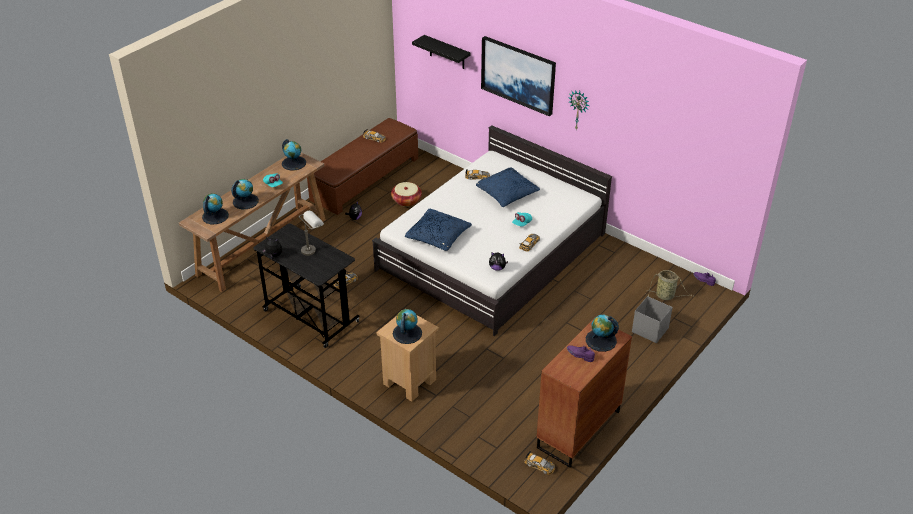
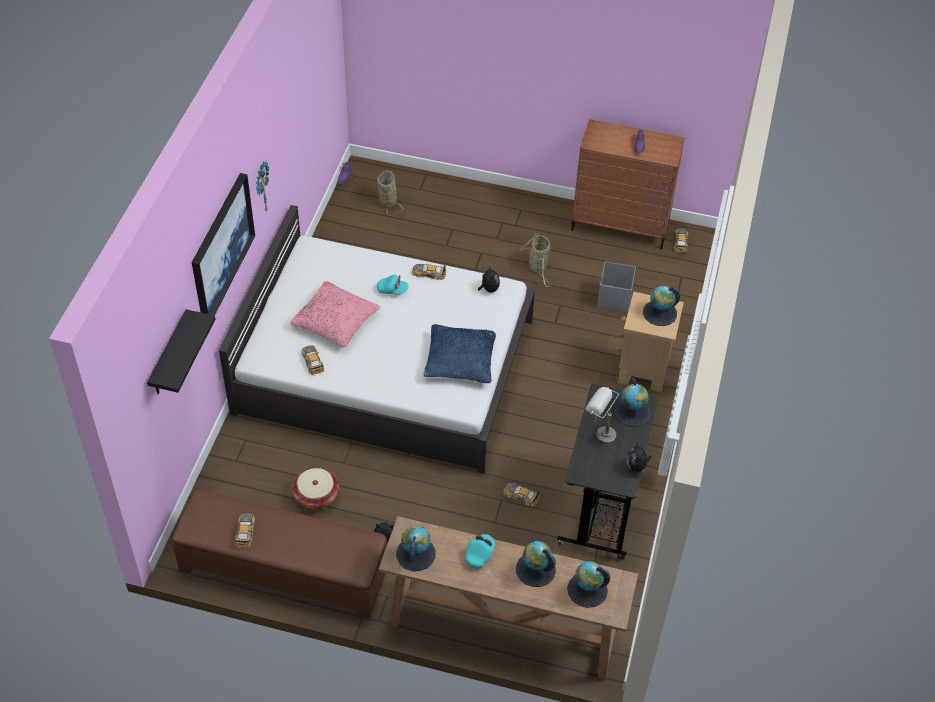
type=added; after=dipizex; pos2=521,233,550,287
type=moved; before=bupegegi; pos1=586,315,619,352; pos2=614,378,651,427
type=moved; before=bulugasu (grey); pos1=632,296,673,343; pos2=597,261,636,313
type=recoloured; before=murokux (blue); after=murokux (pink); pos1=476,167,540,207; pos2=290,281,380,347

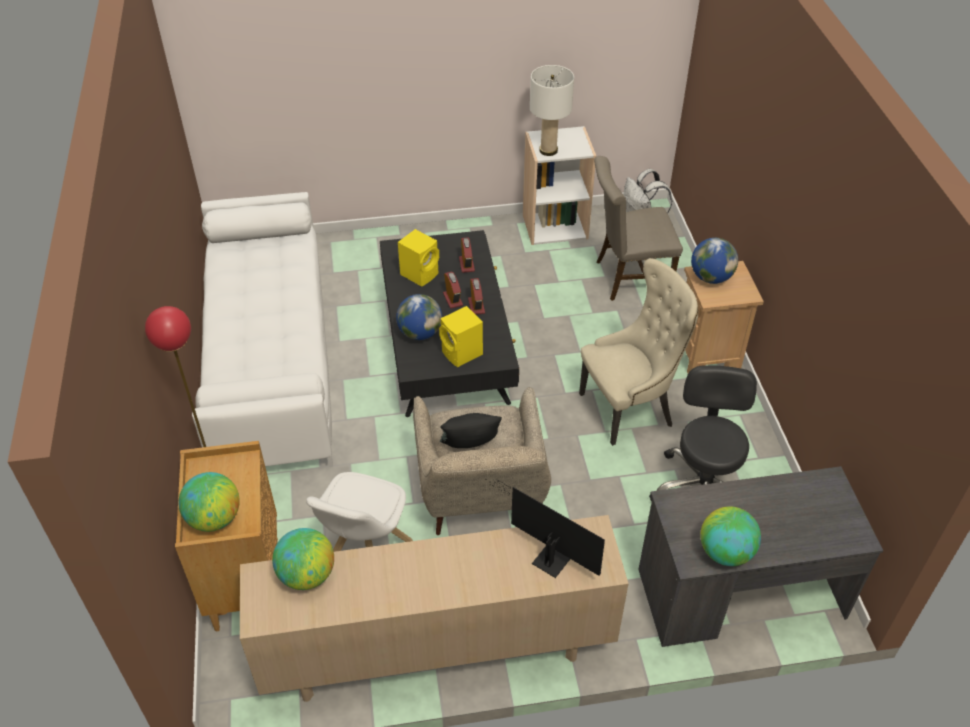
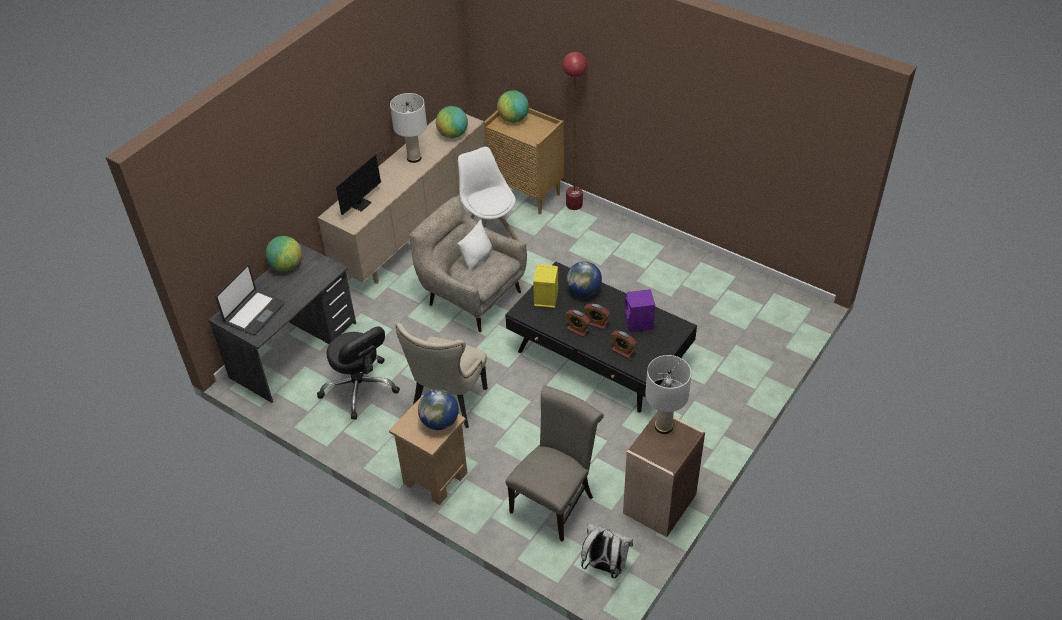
type=removed; before=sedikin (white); pos1=192,192,333,467
type=added; after=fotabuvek; pos2=215,264,285,335
type=added; after=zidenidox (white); pos2=390,93,427,163
type=recoloured; before=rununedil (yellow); after=rununedil (purple); pos1=398,229,439,287; pos2=625,289,655,332
type=recoloured; before=murokux (black); after=murokux (white); pos1=440,413,502,448; pos2=457,220,493,271
type=recoloured; before=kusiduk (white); after=kusiduk (brown); pos1=523,126,596,245; pos2=623,413,705,537
type=turned; before=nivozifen; pos1=487,479,605,578; pos2=336,150,390,215; turn=-45

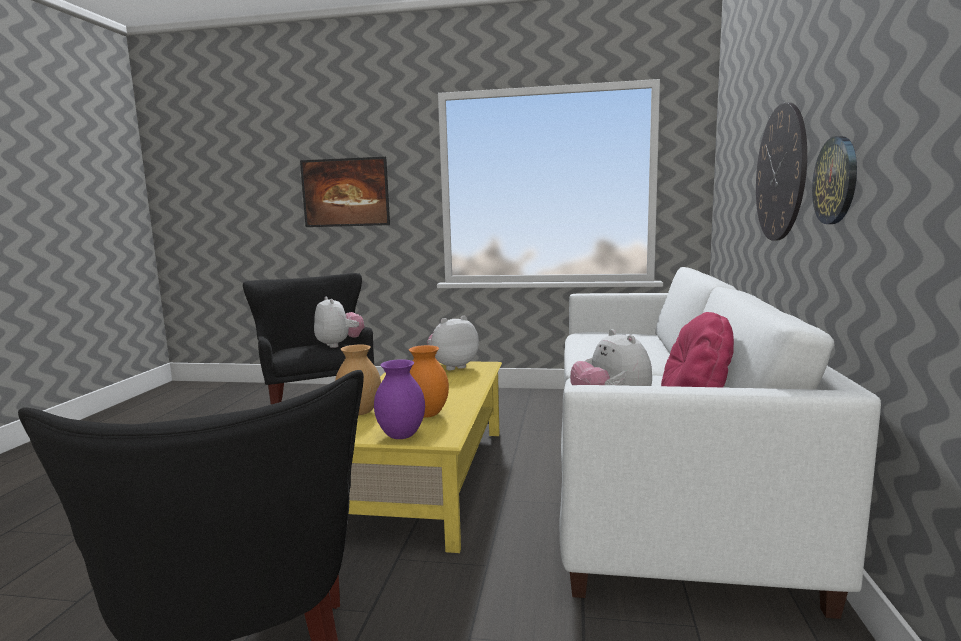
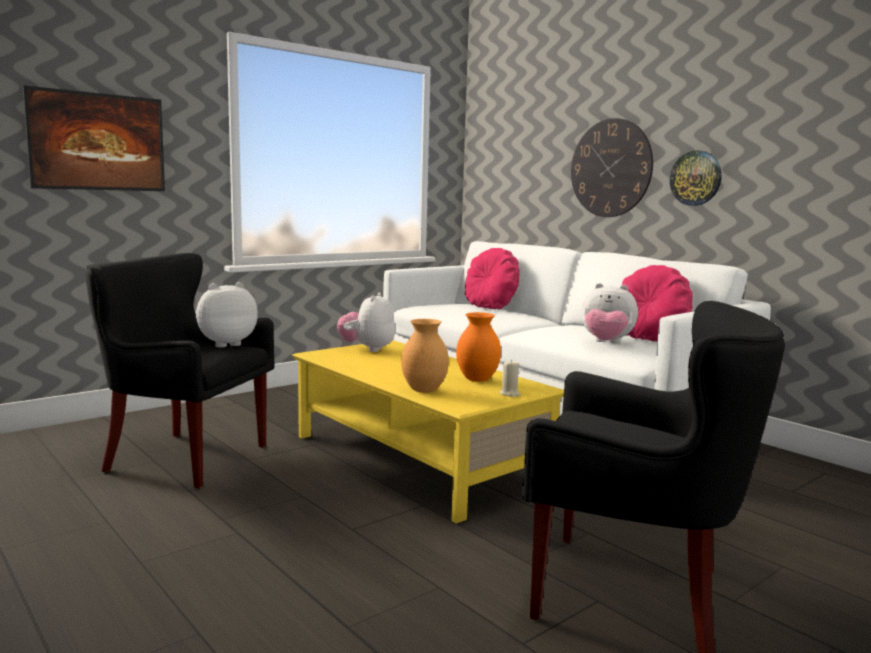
type=added; after=murokux (pink); pos2=465,248,520,309
type=replaced; before=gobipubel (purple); after=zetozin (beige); pos1=374,359,425,439; pos2=500,360,521,397
type=turned; before=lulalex; pos1=314,296,365,348; pos2=195,282,258,348; turn=-45

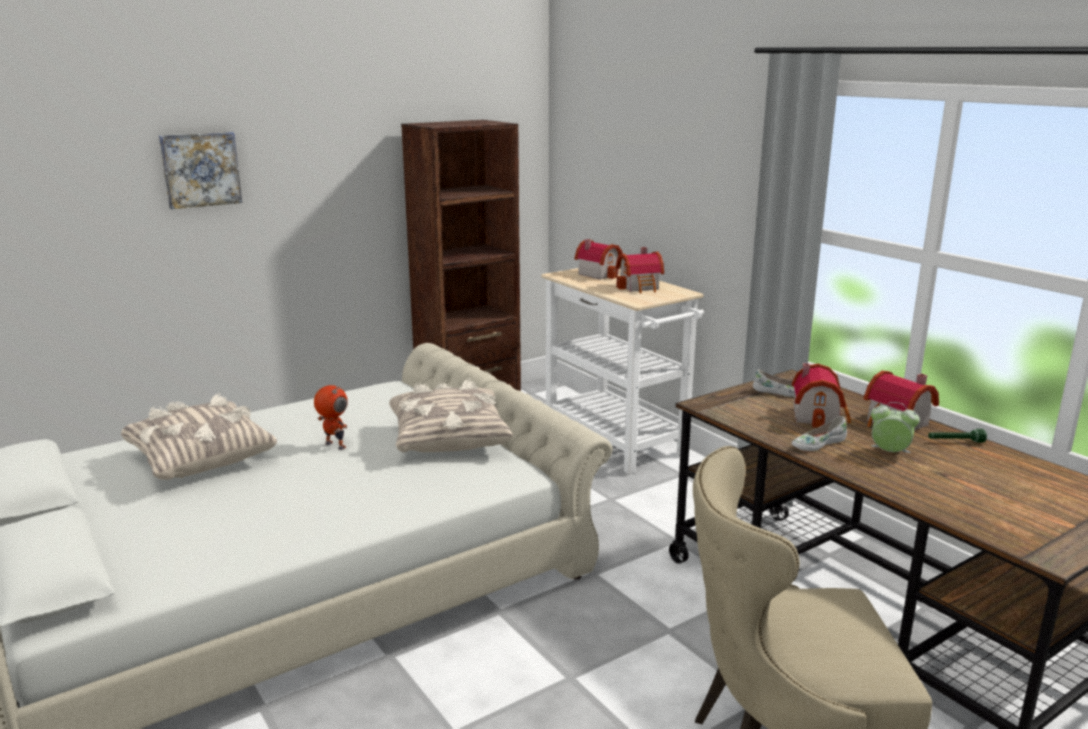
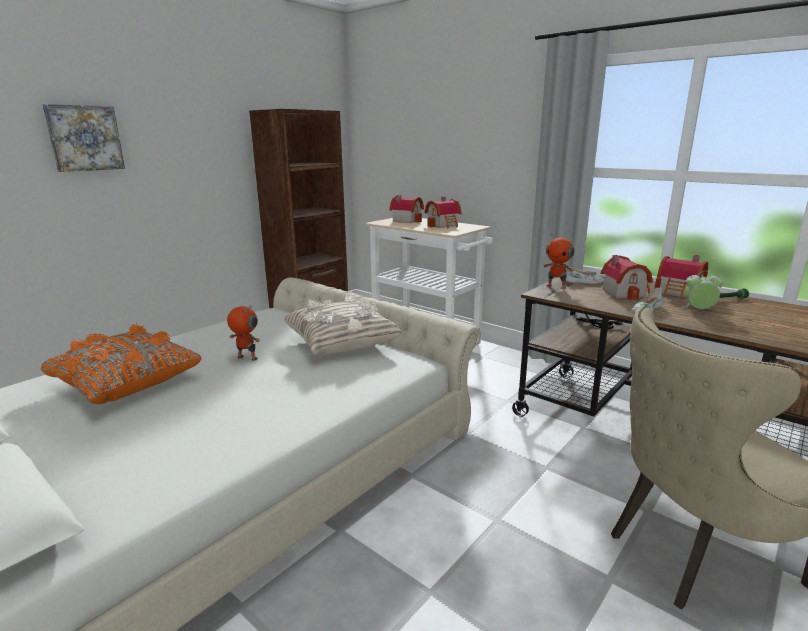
type=added; after=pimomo; pos2=543,233,574,289
type=recoloured; before=murokux (beige); after=murokux (orange); pos1=121,394,277,480; pos2=41,322,201,404

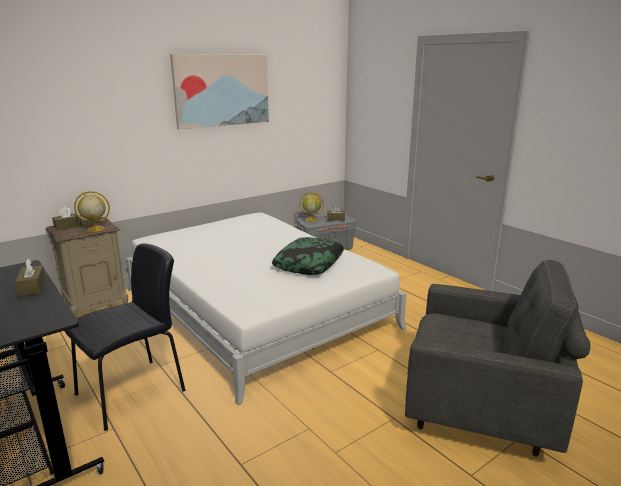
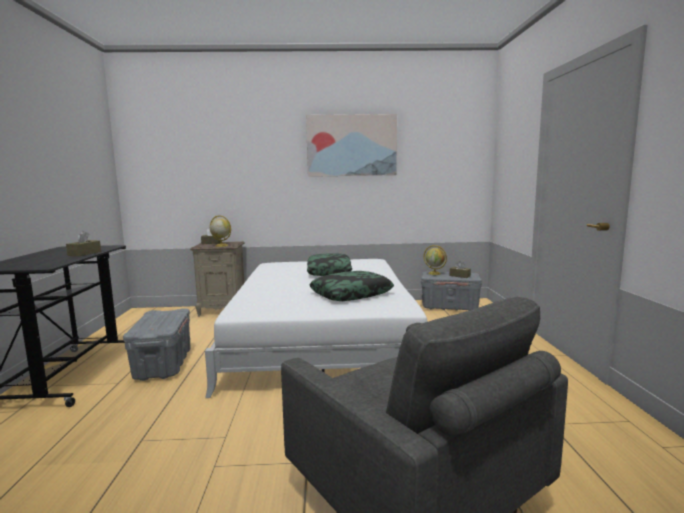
type=added; after=murokux; pos2=307,253,352,276
type=replaced; before=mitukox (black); after=bulugasu (grey); pos1=65,244,186,431; pos2=123,308,191,381

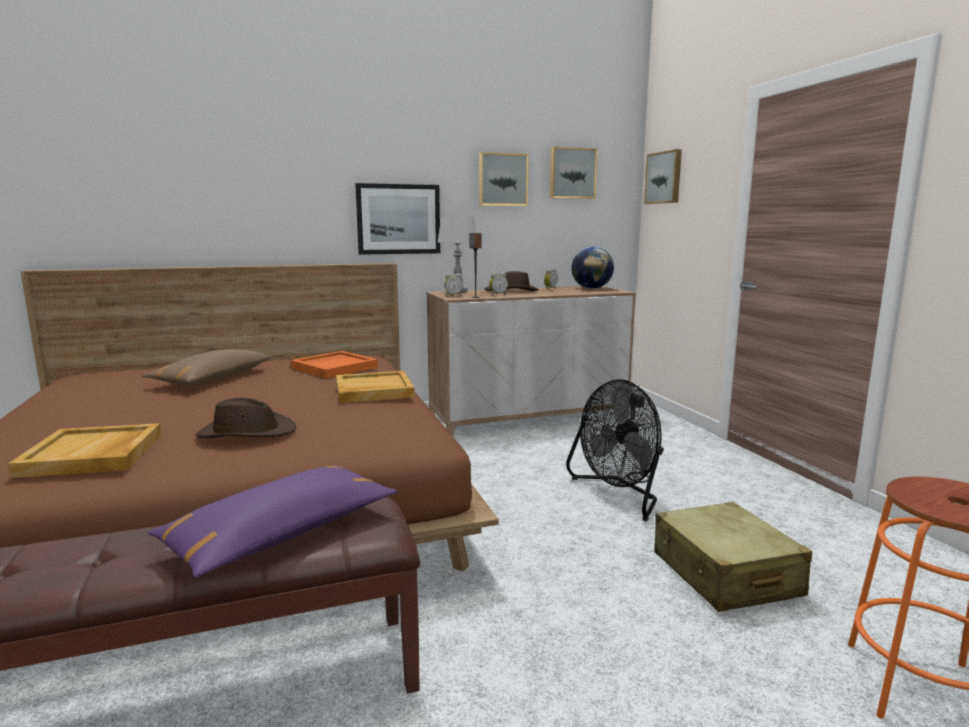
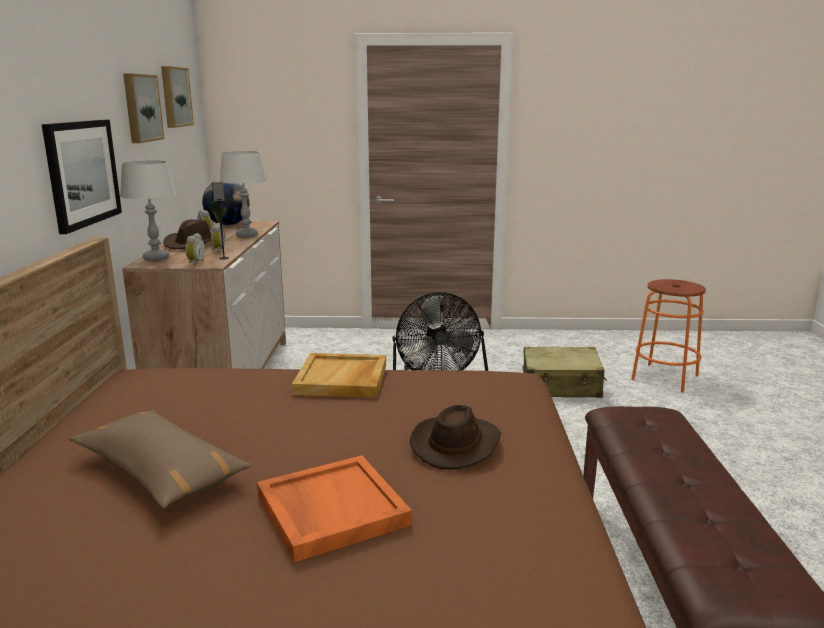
type=removed; before=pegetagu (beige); pos1=8,423,161,478
type=removed; before=murokux (purple); pos1=148,465,397,578
type=removed; before=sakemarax; pos1=644,149,682,204
type=added; after=zidenidox (grey); pos2=219,151,266,237
type=moved; before=pegetagu (orange); pos1=291,351,378,379; pos2=257,455,412,562

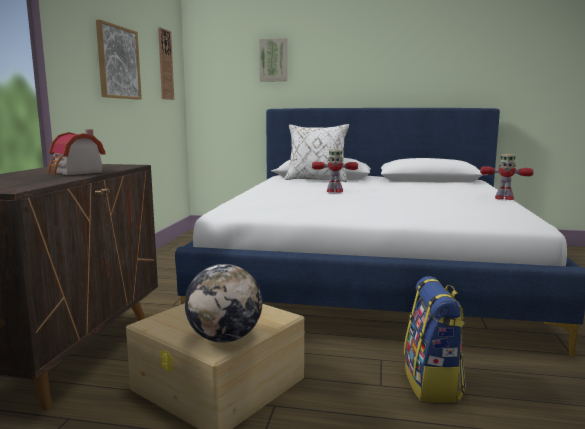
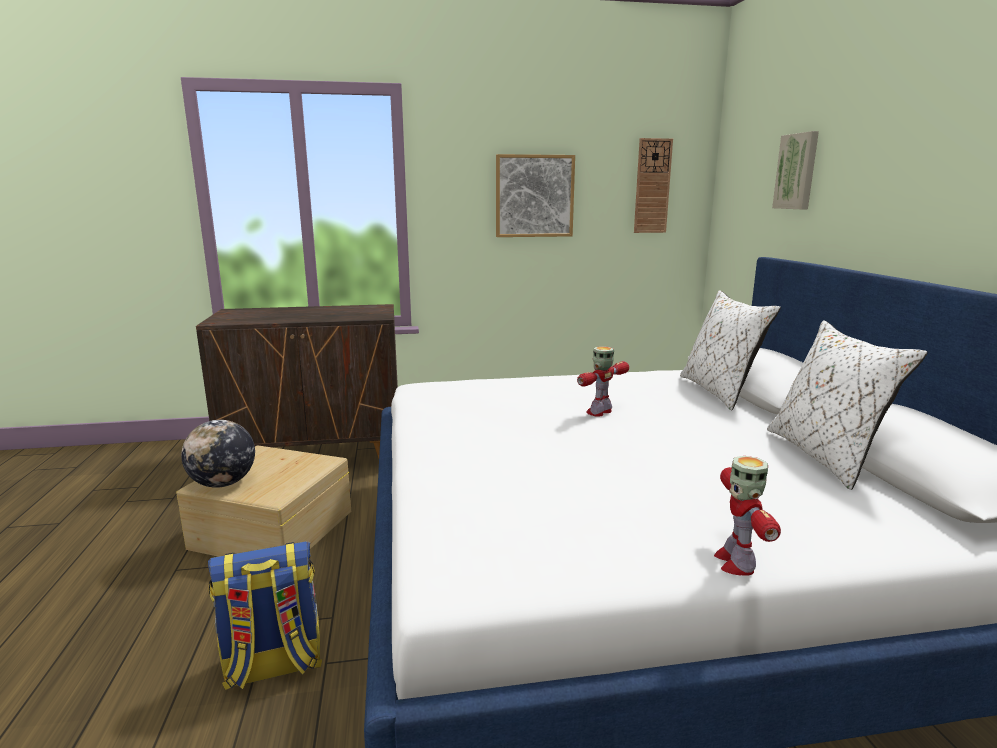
type=removed; before=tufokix; pos1=47,130,105,175
type=added; after=murokux (white); pos2=767,320,928,490
type=turned; before=pimomo; pos1=312,150,358,193; pos2=577,346,629,417; turn=60

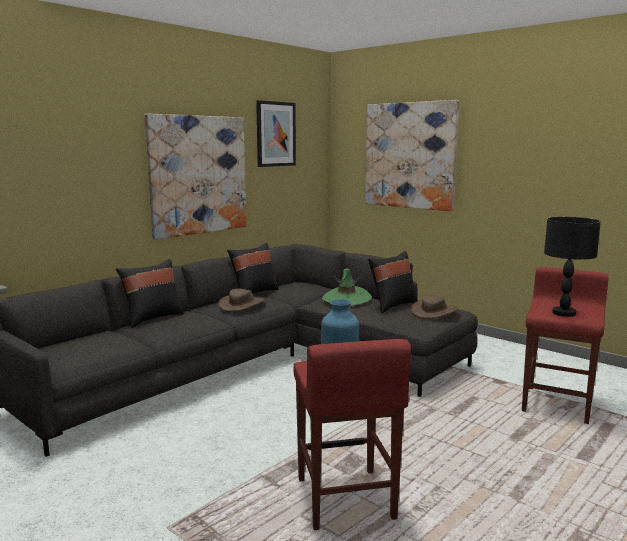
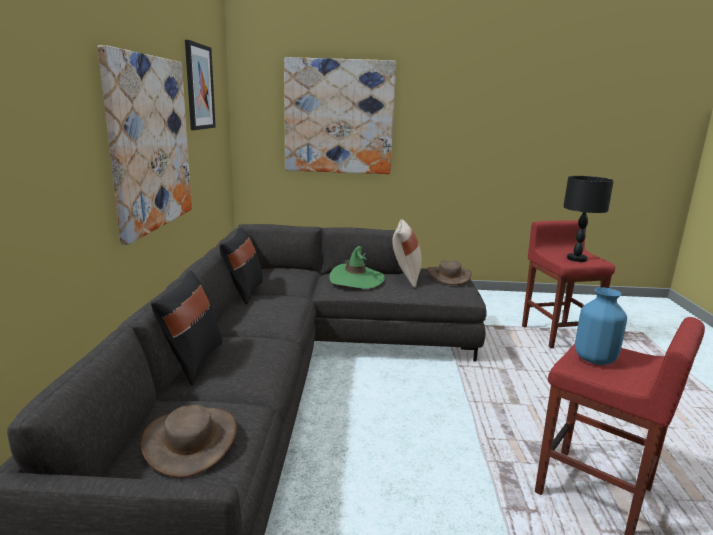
type=moved; before=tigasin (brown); pos1=218,289,265,312; pos2=141,405,237,478
type=recoloured; before=murokux (black); after=murokux (beige); pos1=368,251,418,313; pos2=392,219,422,288

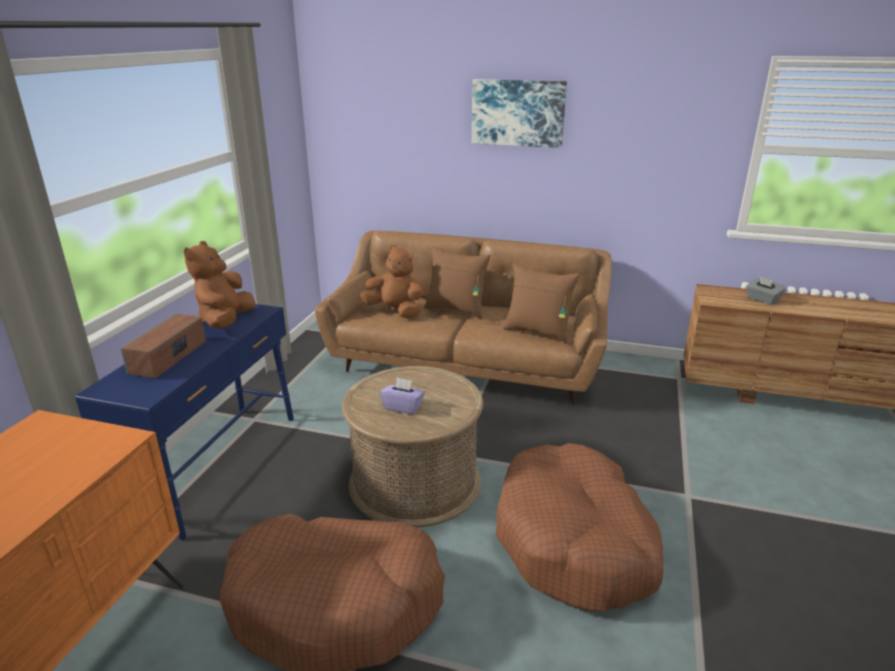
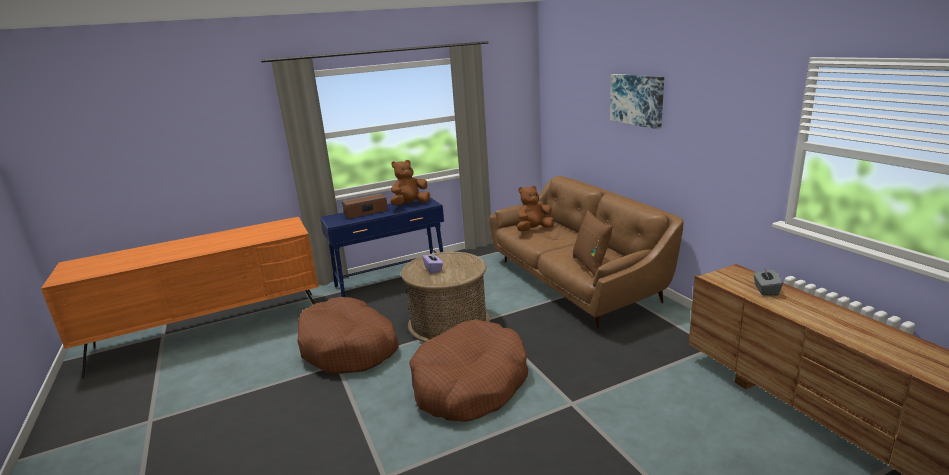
type=removed; before=murokux (brown); pos1=424,246,490,319
type=turned; before=lulalex (brown); pos1=360,245,423,318; pos2=517,185,554,231; turn=-105

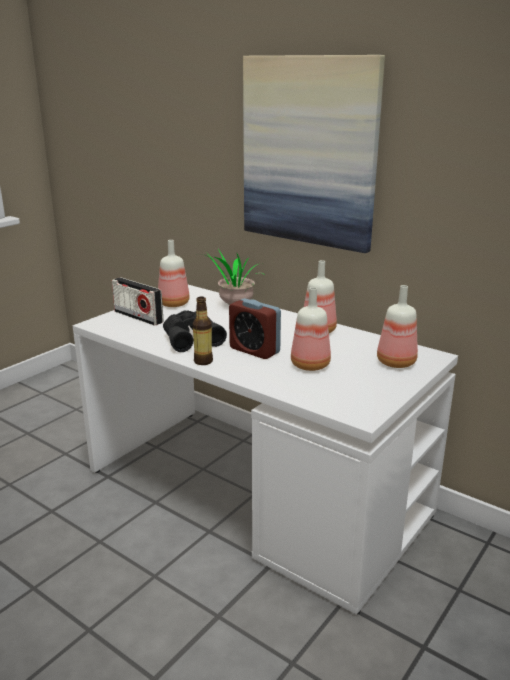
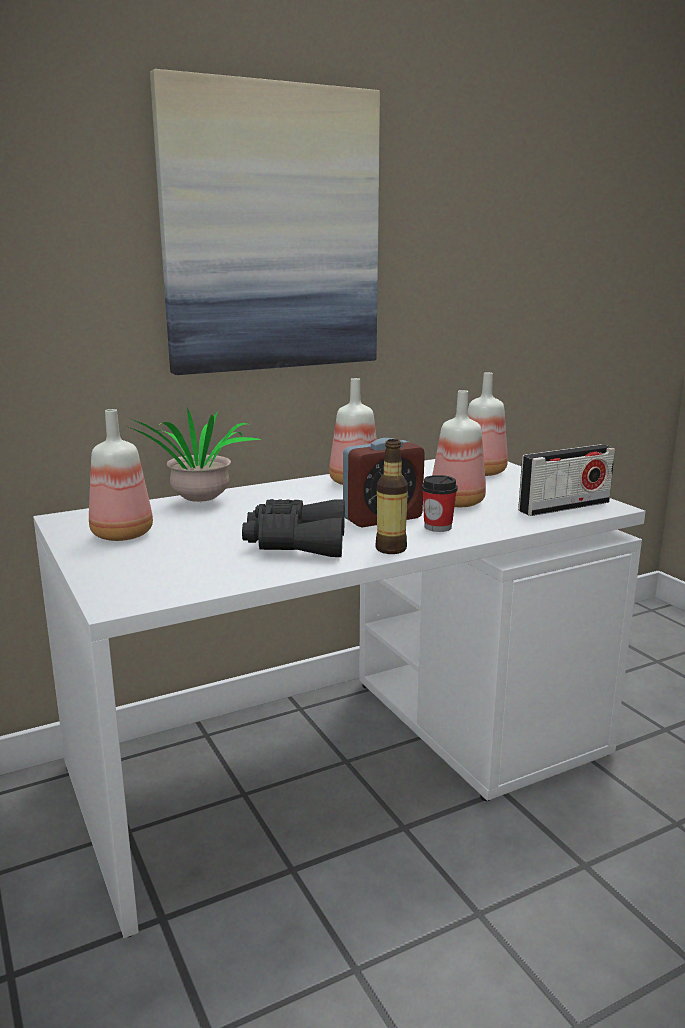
type=added; after=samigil; pos2=422,475,458,532
type=moved; before=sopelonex; pos1=112,277,164,326; pos2=518,444,615,516

